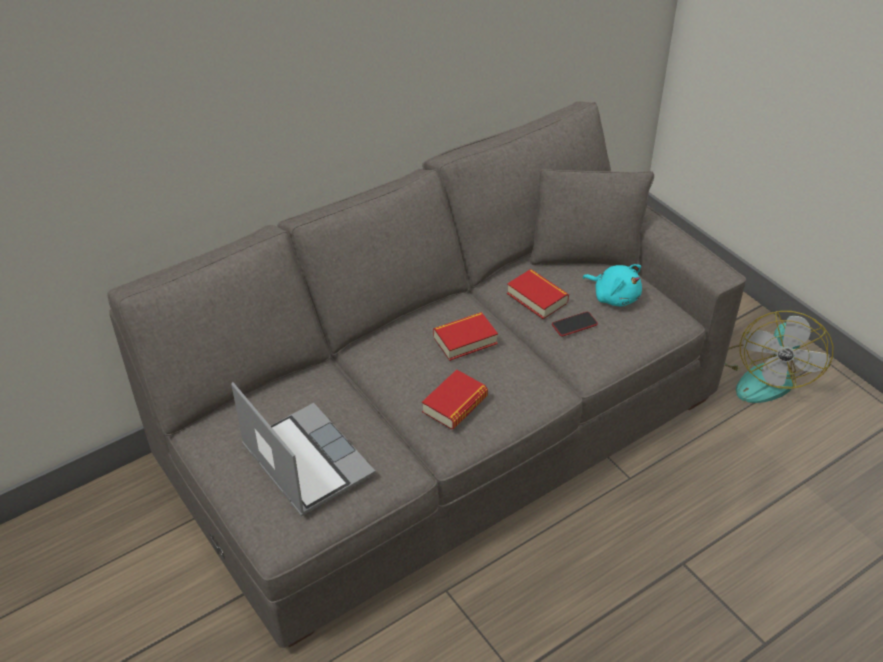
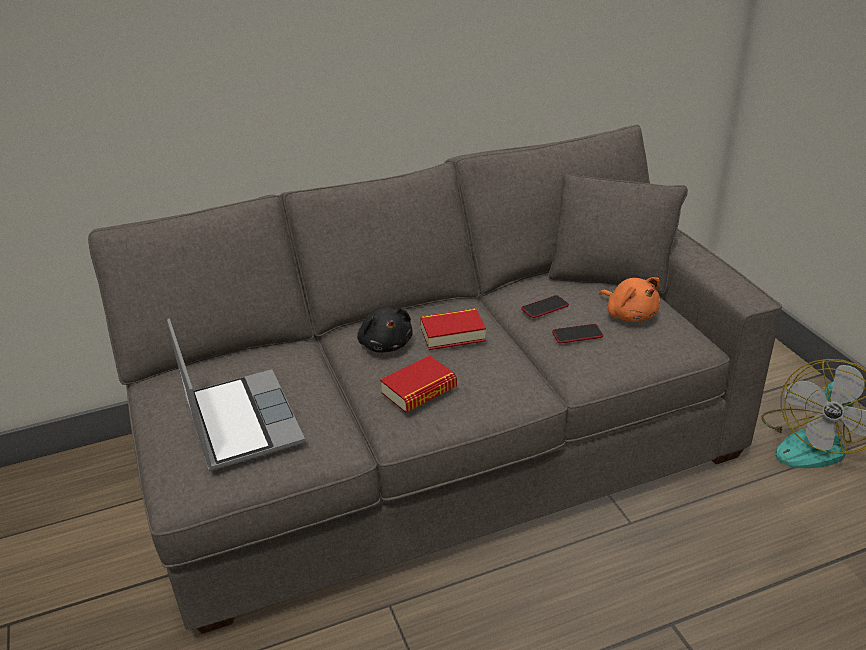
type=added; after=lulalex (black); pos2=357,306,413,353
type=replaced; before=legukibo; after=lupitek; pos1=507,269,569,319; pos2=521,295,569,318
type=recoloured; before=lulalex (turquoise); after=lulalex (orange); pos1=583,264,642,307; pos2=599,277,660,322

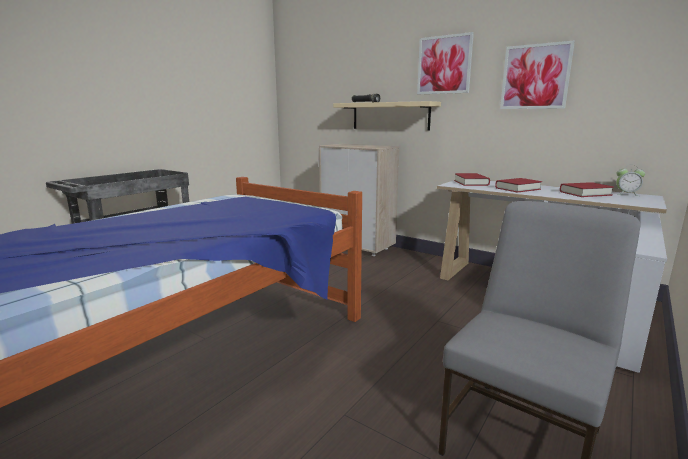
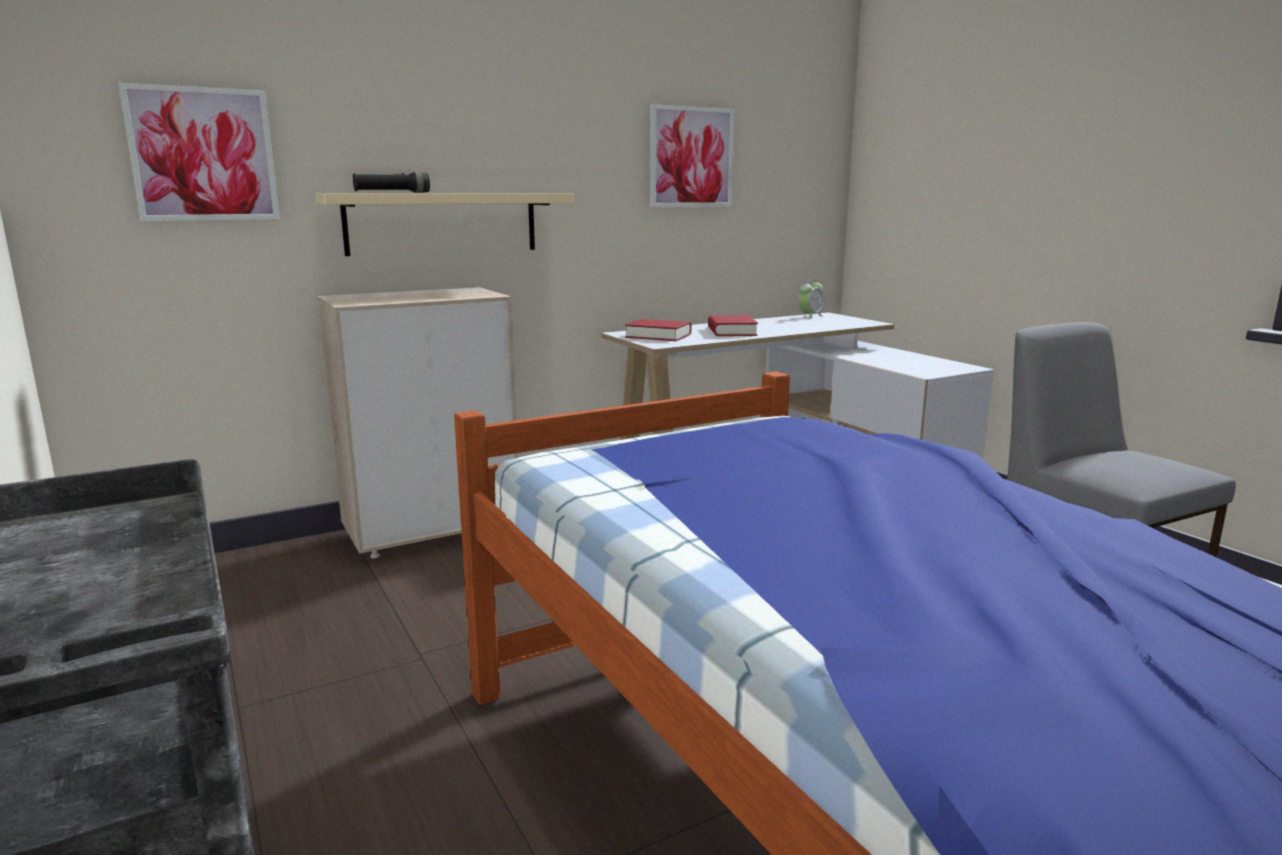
type=removed; before=legukibo (red); pos1=560,182,614,197
type=moved; before=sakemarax; pos1=417,32,474,94; pos2=118,83,280,221

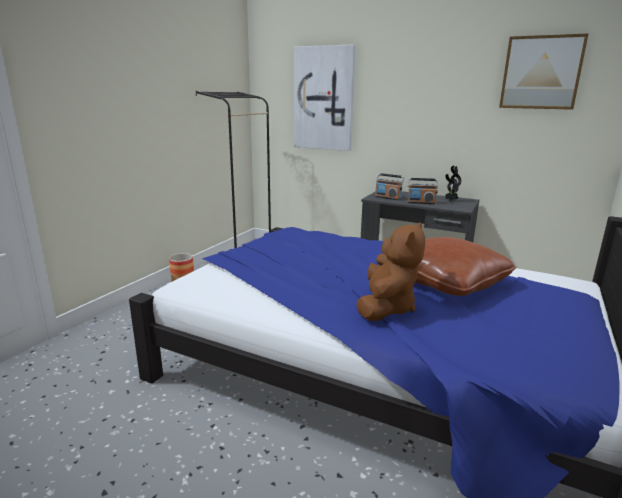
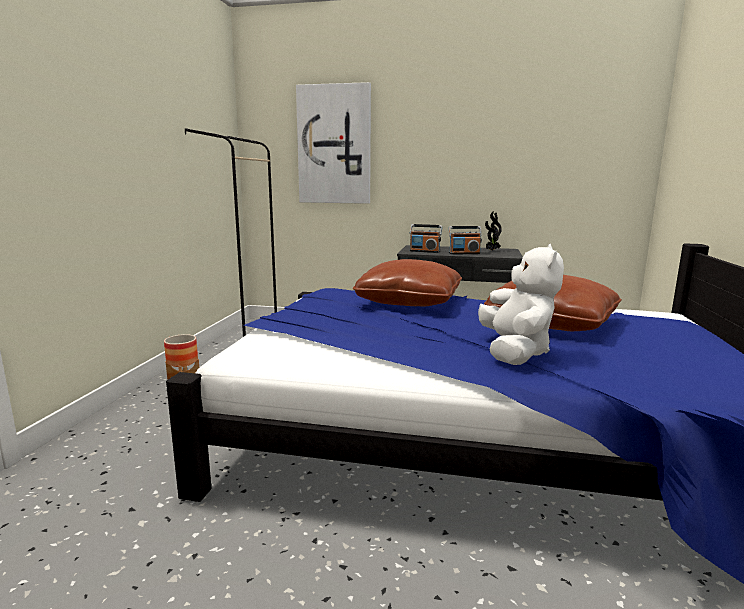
type=removed; before=sakemarax; pos1=499,33,589,110
type=added; after=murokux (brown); pos2=353,259,462,307
type=recoloured; before=lulalex (brown); after=lulalex (white); pos1=356,222,425,321; pos2=478,244,564,365

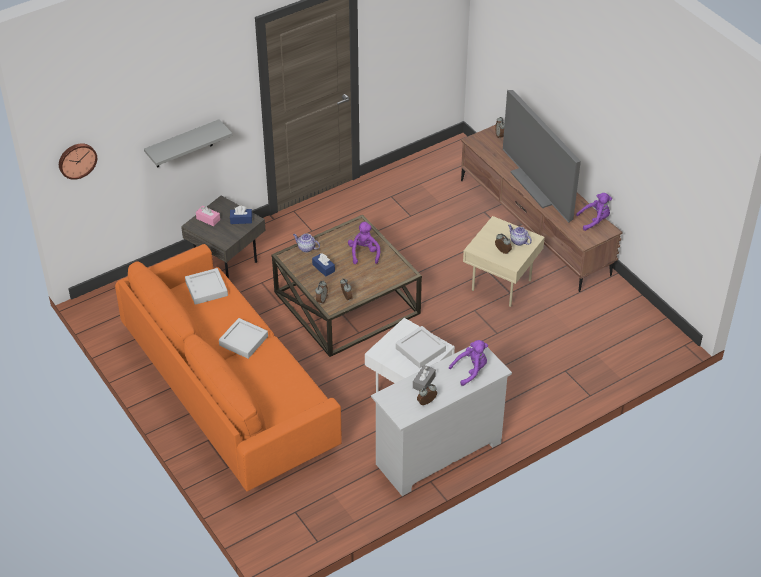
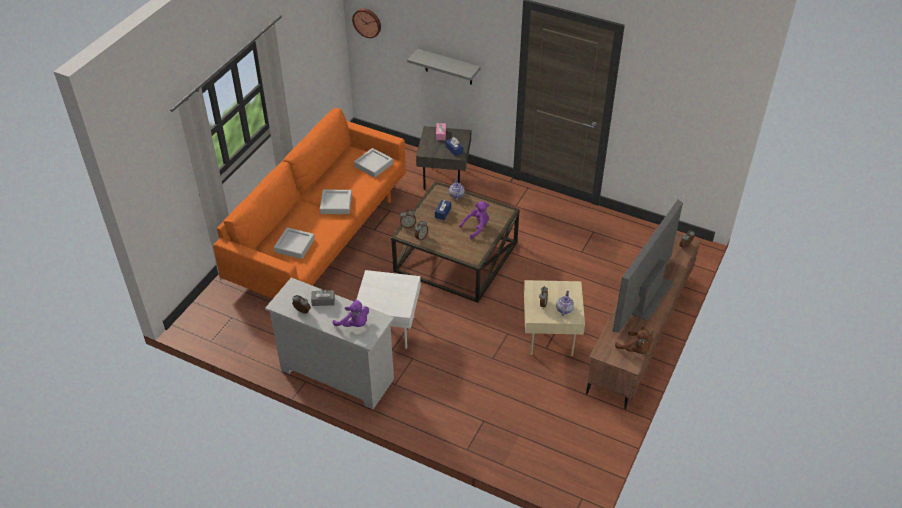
type=moved; before=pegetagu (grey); pos1=396,326,446,368; pos2=274,227,315,259
type=recoloured; before=lulalex (purple); after=lulalex (brown); pos1=576,193,612,231; pos2=615,327,653,354

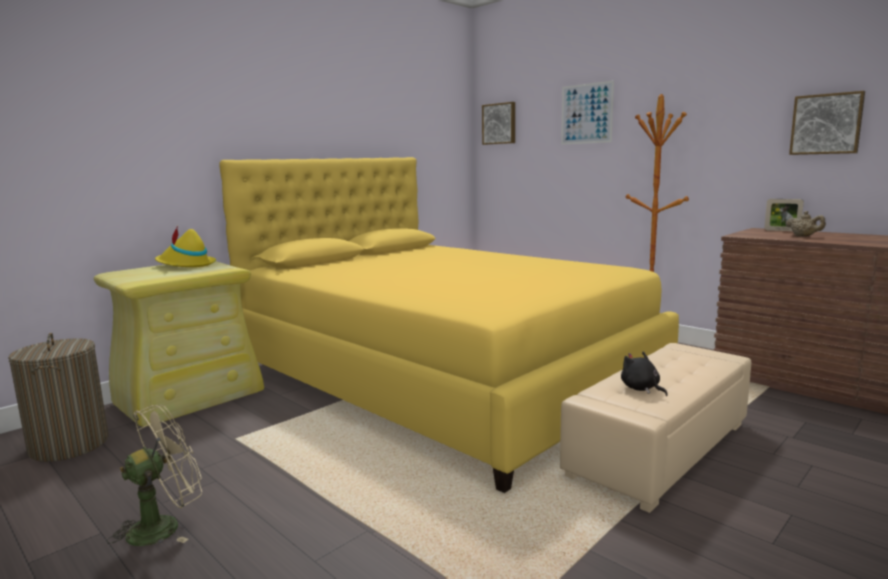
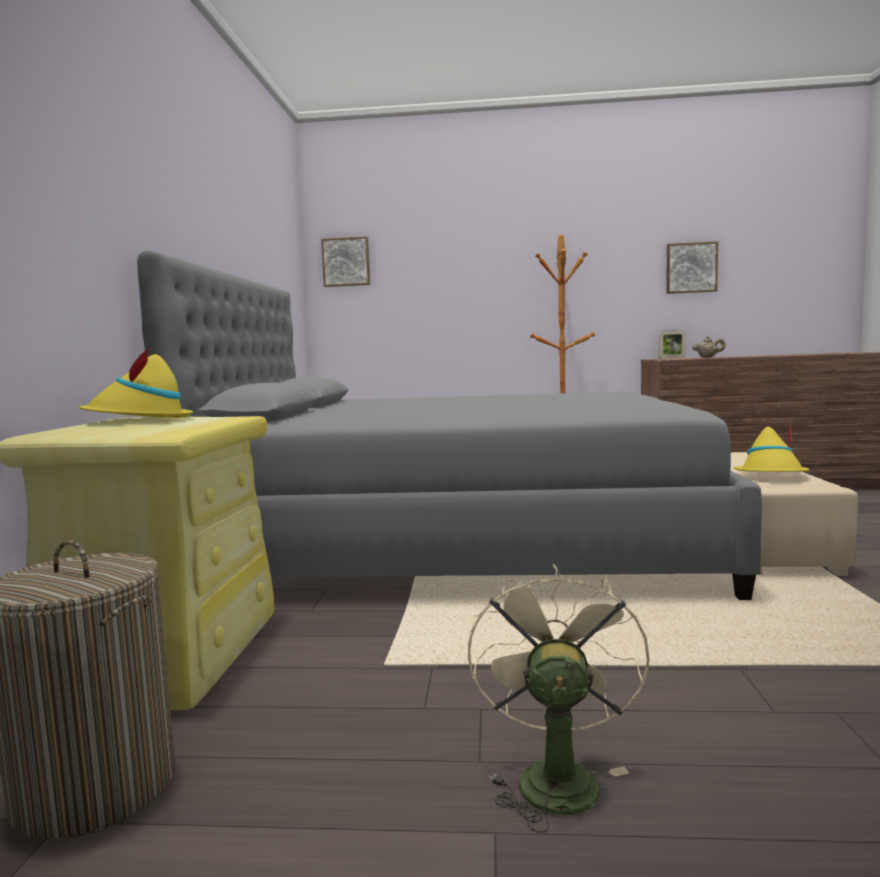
type=removed; before=sakemarax; pos1=561,80,614,145
type=replaced; before=lulalex (black); after=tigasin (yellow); pos1=621,352,668,396; pos2=734,421,809,472
type=recoloured; before=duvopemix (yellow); after=duvopemix (grey); pos1=219,157,679,493; pos2=137,250,762,600

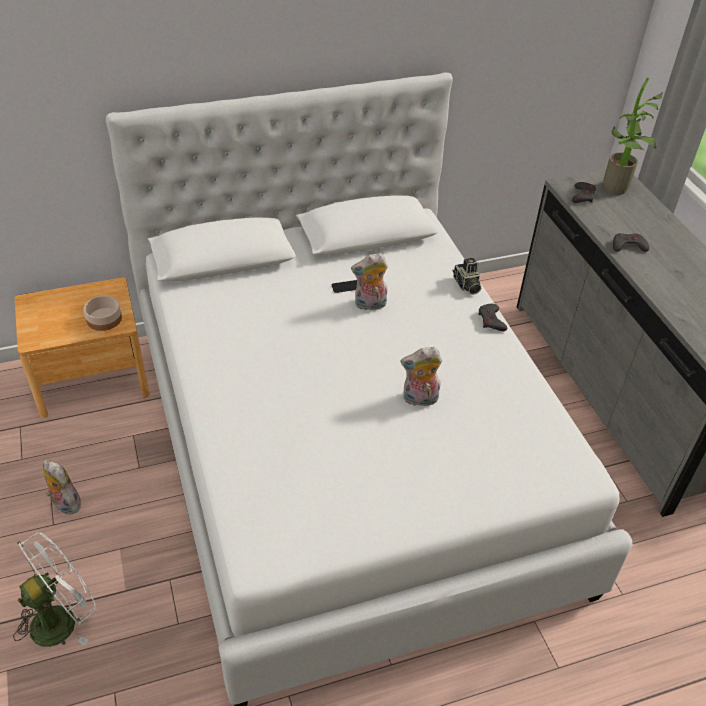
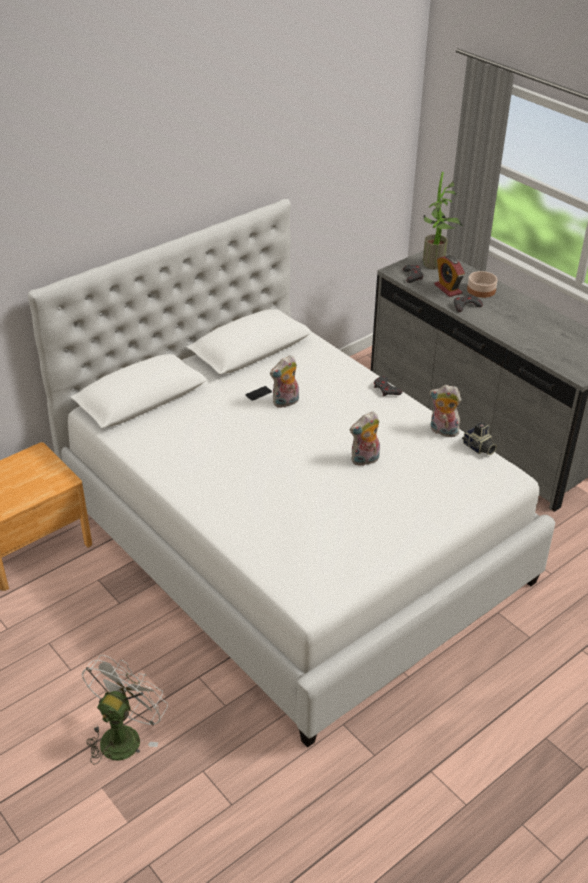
type=added; after=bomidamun; pos2=434,255,465,297
type=moved; before=lulalex; pos1=43,460,84,515; pos2=430,385,461,437
type=moved; before=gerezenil; pos1=84,296,122,331; pos2=467,271,498,298
type=moved; before=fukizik; pos1=453,258,481,295; pos2=462,422,497,455

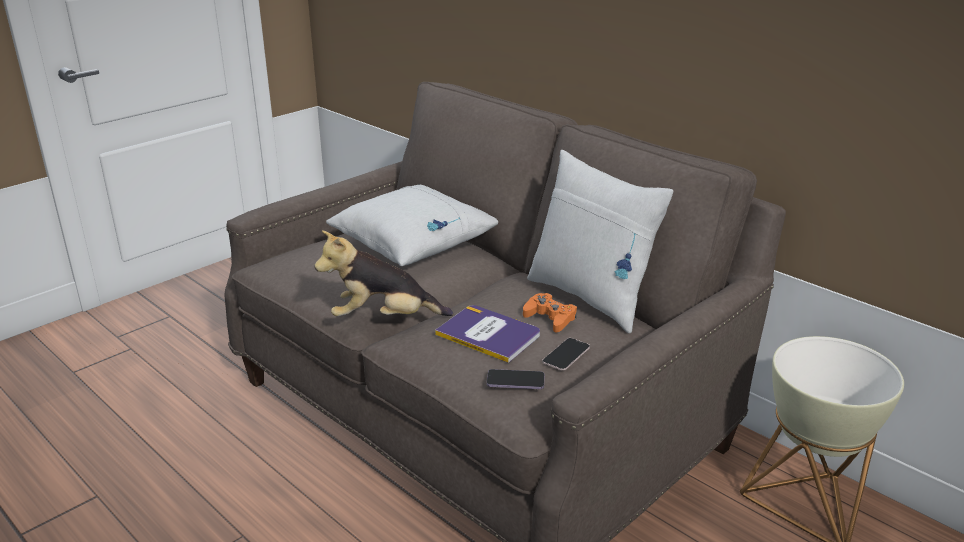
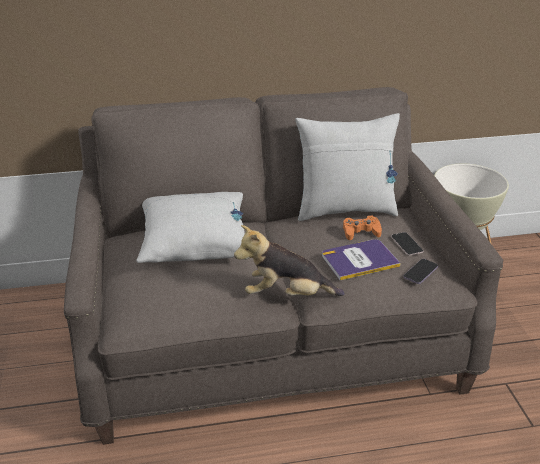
type=turned; before=lulalex; pos1=314,230,453,316; pos2=234,225,344,296; turn=60

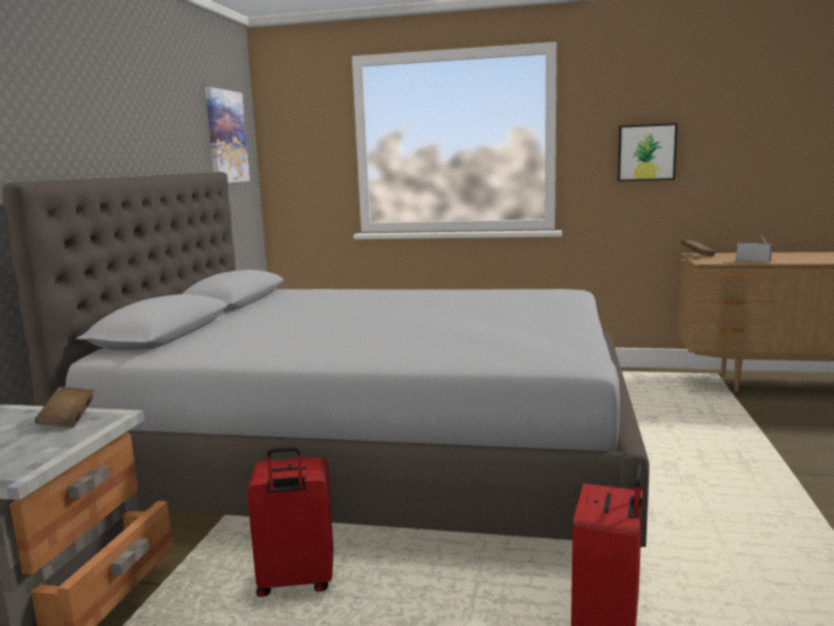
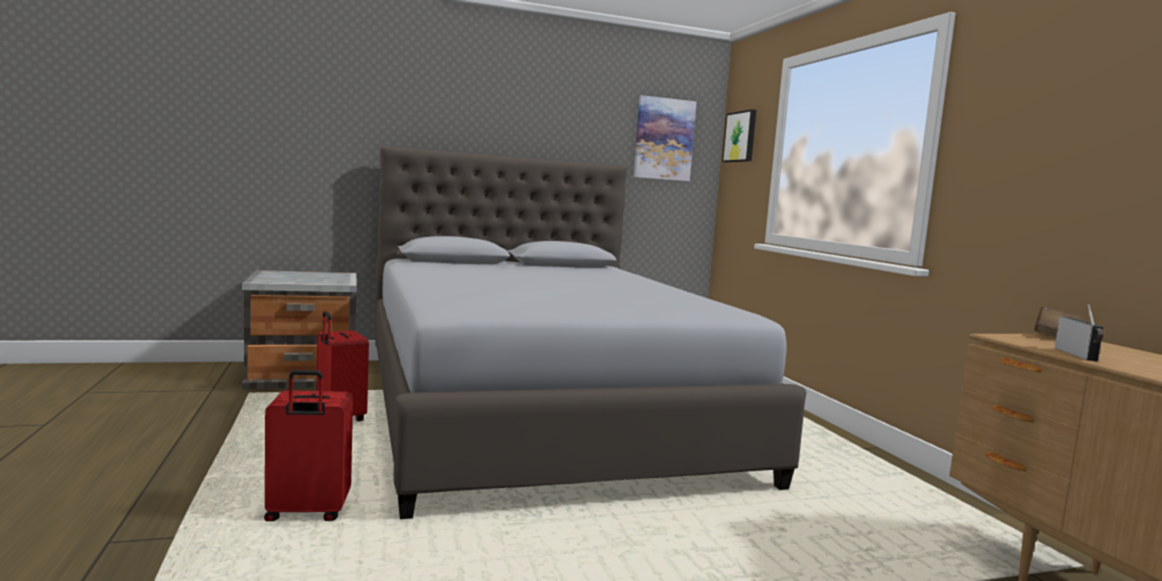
type=removed; before=legukibo (brown); pos1=35,387,94,428
type=moved; before=sakemarax; pos1=618,123,678,181; pos2=722,109,756,162

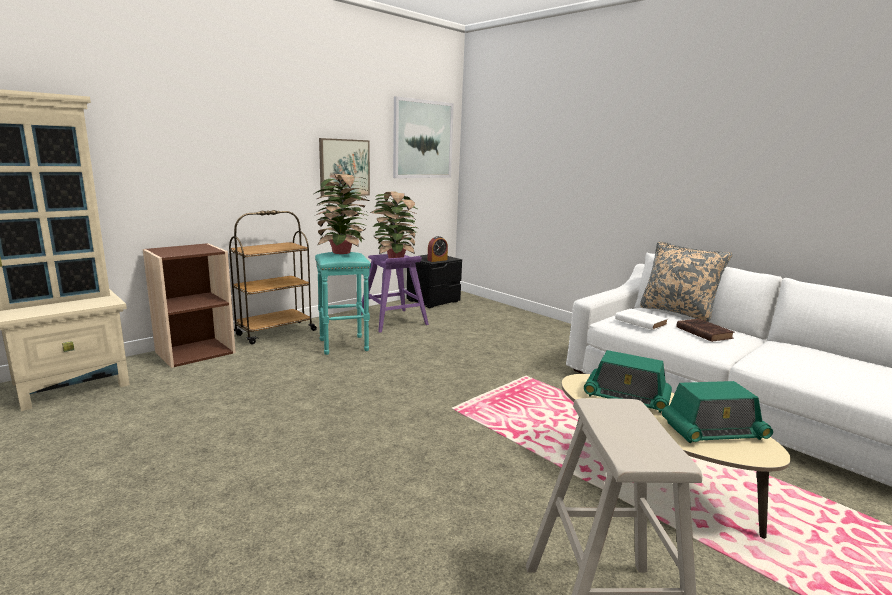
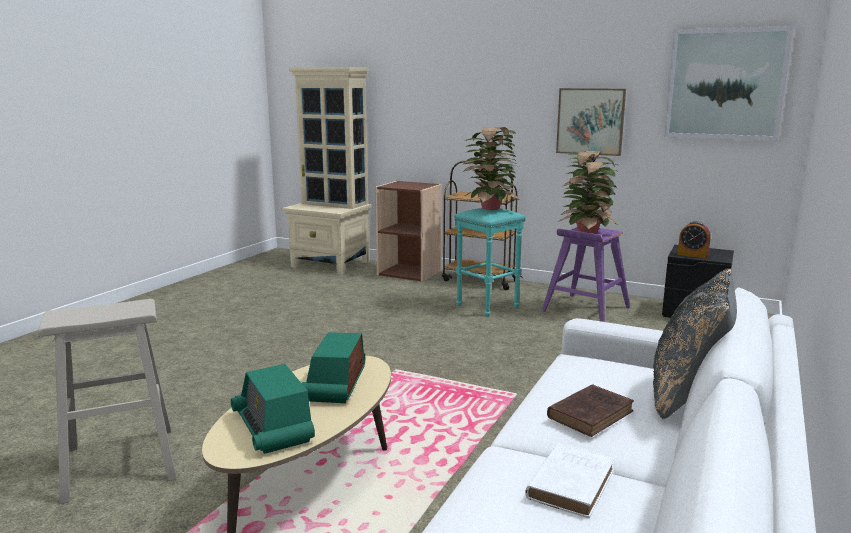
type=moved; before=legukibo (white); pos1=615,309,668,330; pos2=525,443,615,518

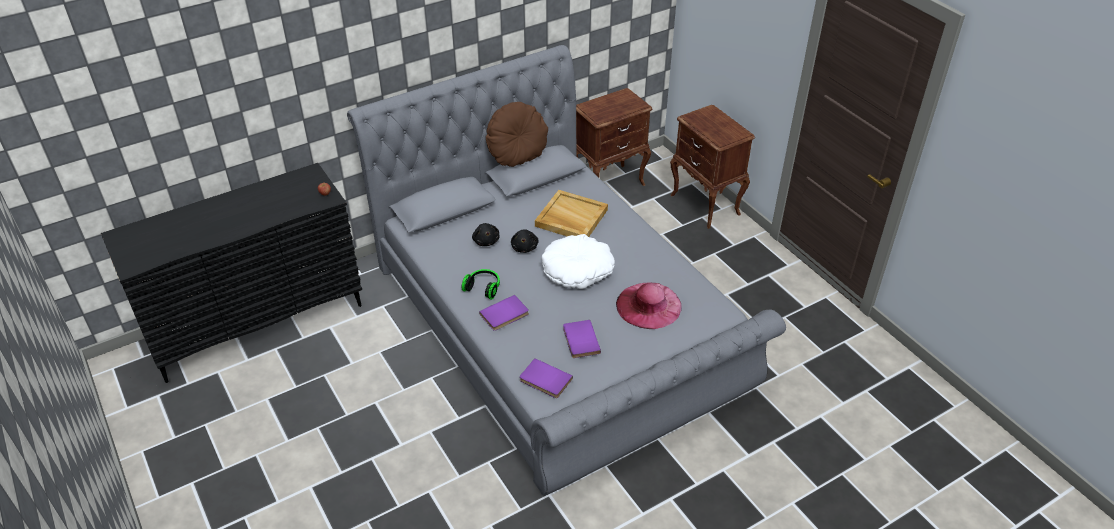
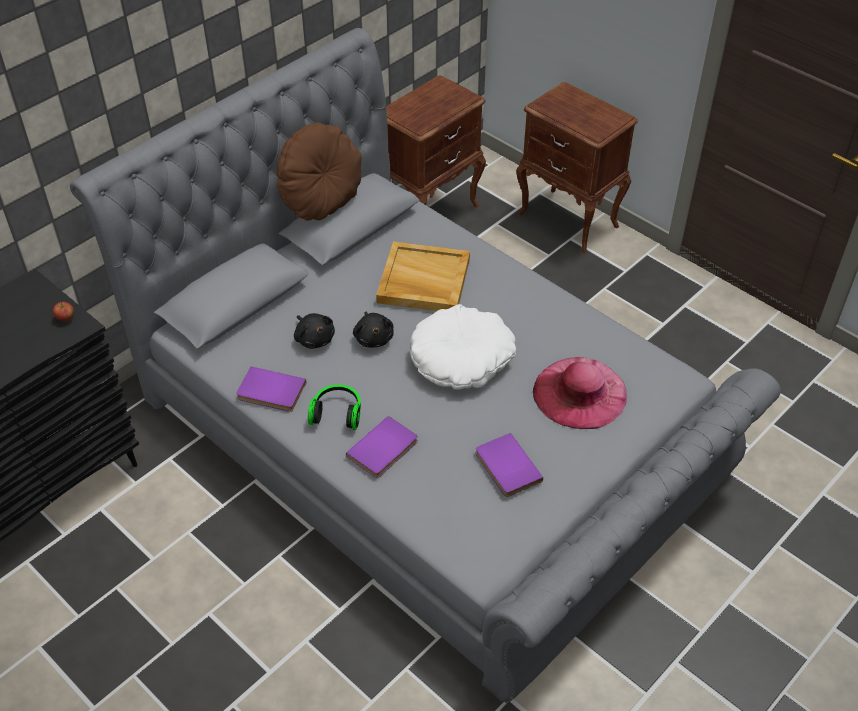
type=moved; before=legukibo (purple); pos1=520,358,573,398; pos2=236,367,306,412

